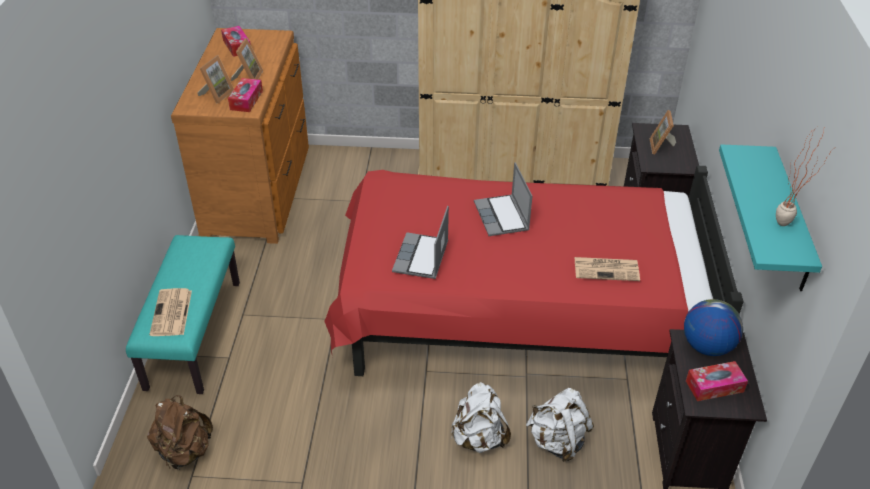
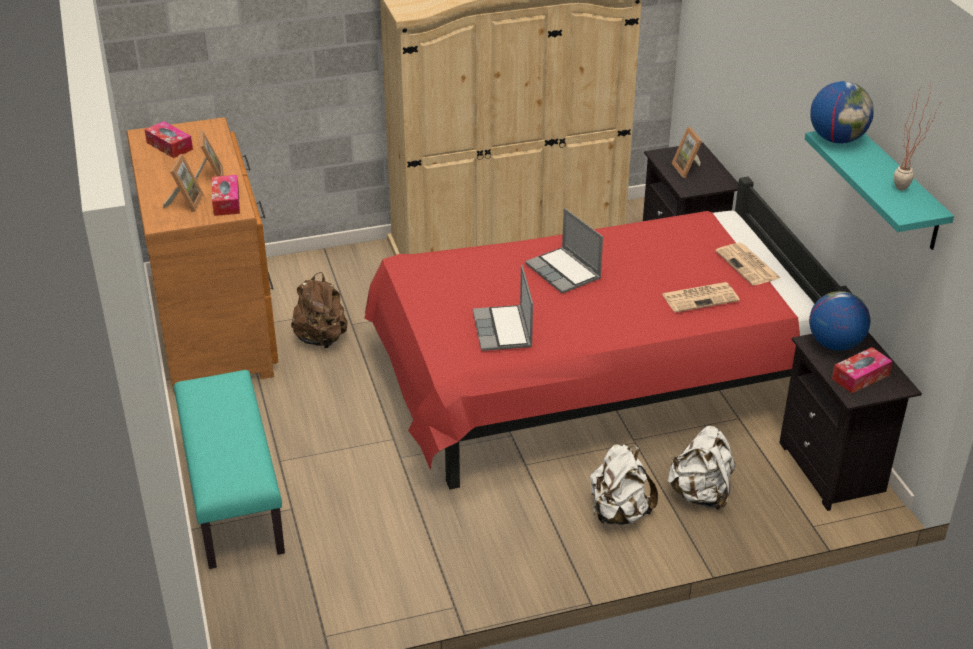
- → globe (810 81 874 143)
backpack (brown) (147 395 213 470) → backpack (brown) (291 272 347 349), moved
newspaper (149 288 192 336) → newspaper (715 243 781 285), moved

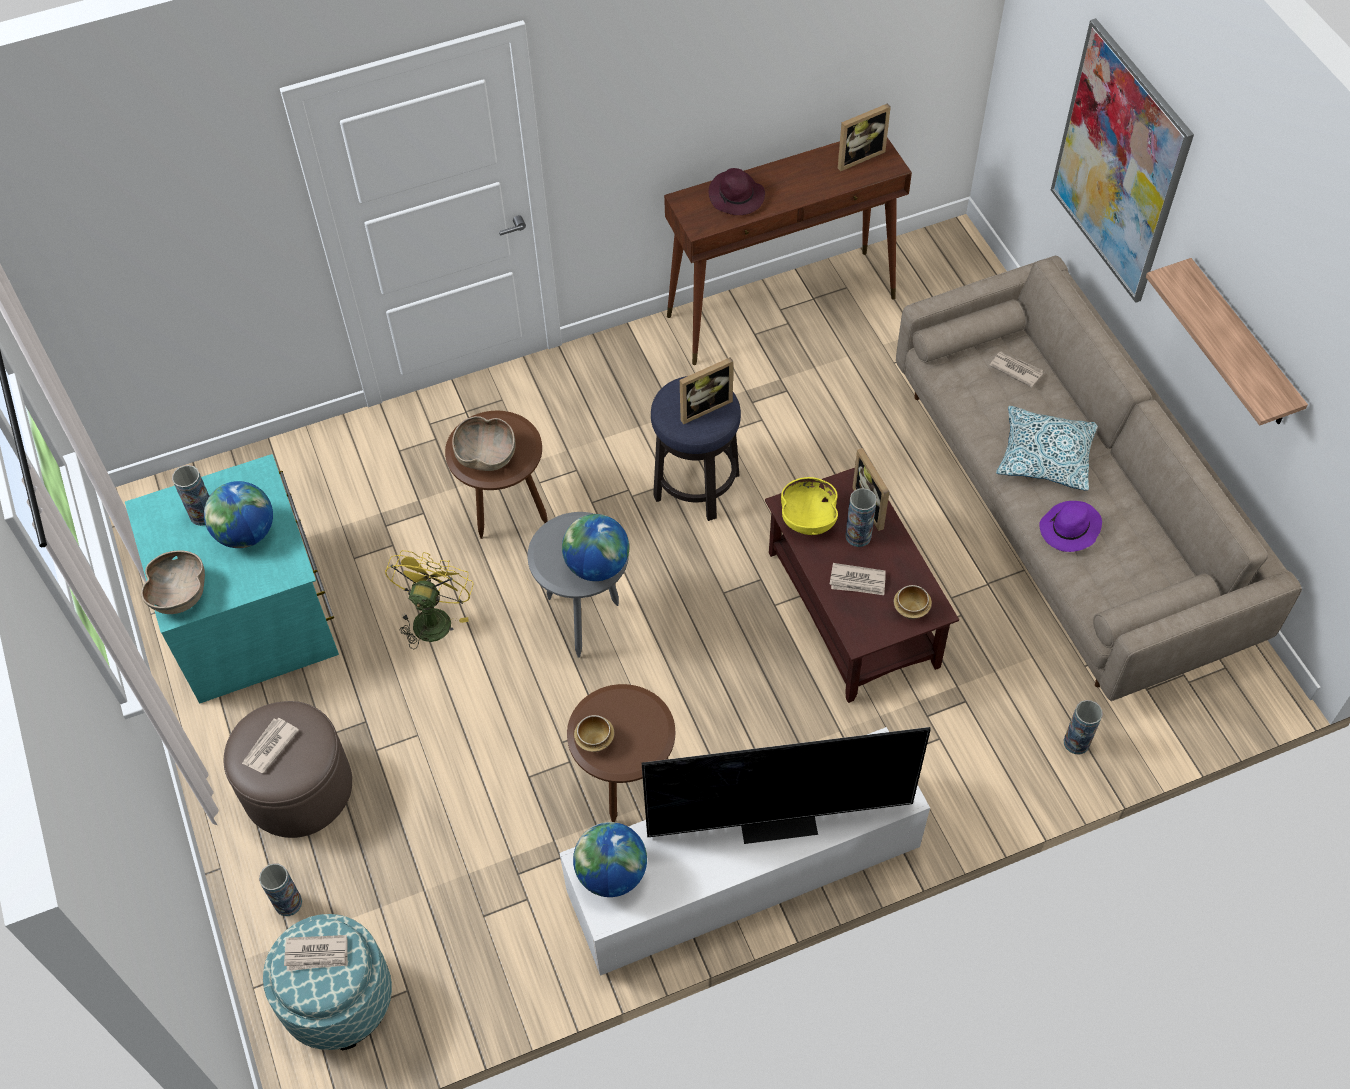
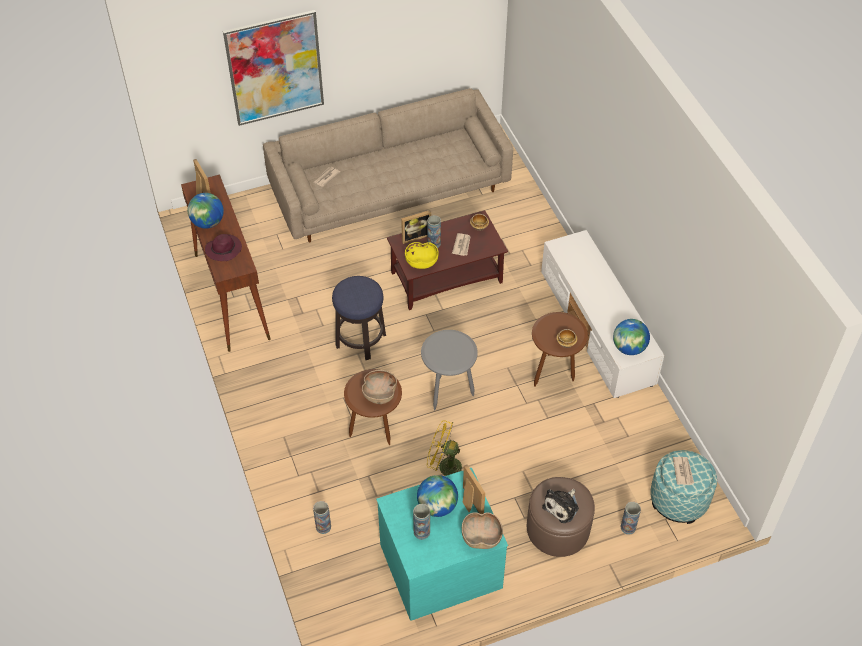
television (642 727 931 844) → -
pillow (996 406 1098 491) → -
hat (purple) (1039 501 1102 552) → -
shelf (1146 258 1308 425) → -
globe (562 514 629 581) → globe (187 193 224 229), moved
picture frame (680 357 733 424) → picture frame (463 465 485 514), moved
vase (1064 700 1103 755) → vase (313 501 331 534), moved
newspaper (242 718 299 773) → plush toy (542 489 579 523)

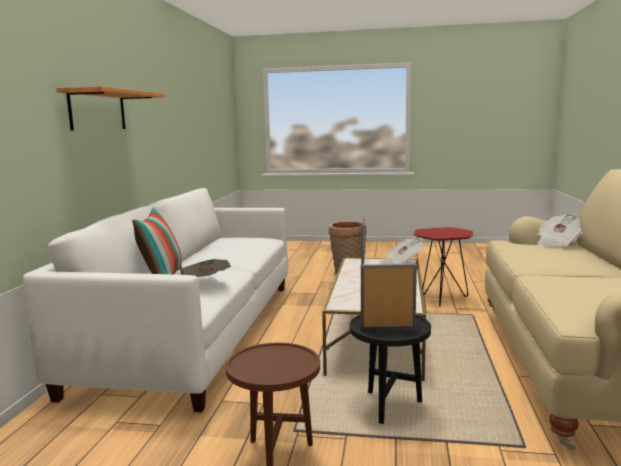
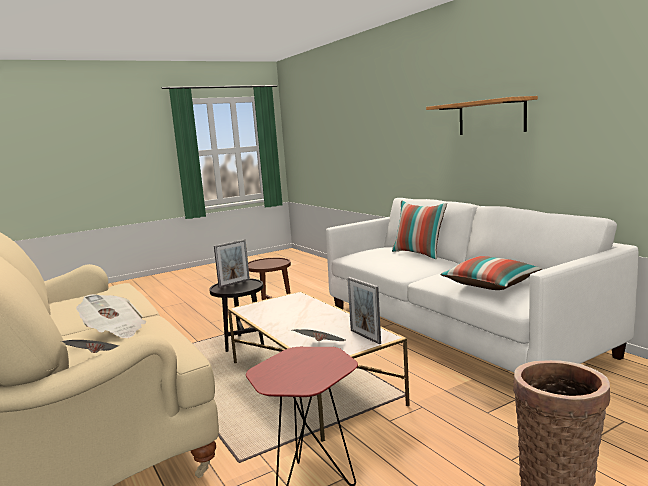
- → pillow (440 256 542 290)
newspaper (179 259 231 277) → newspaper (76 294 146 338), moved

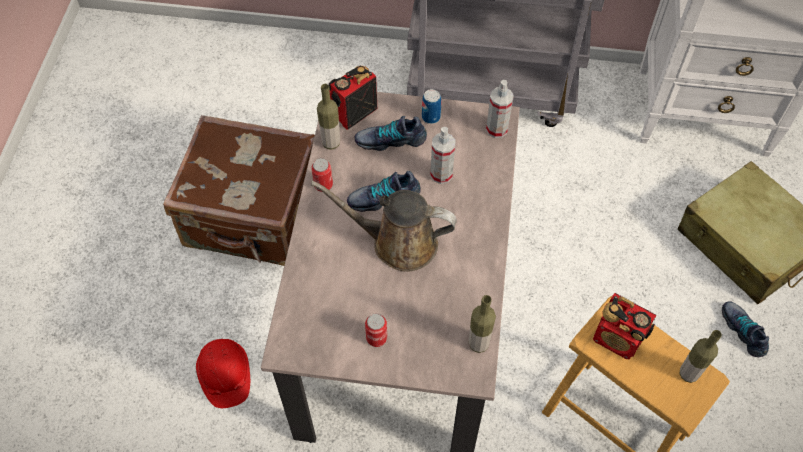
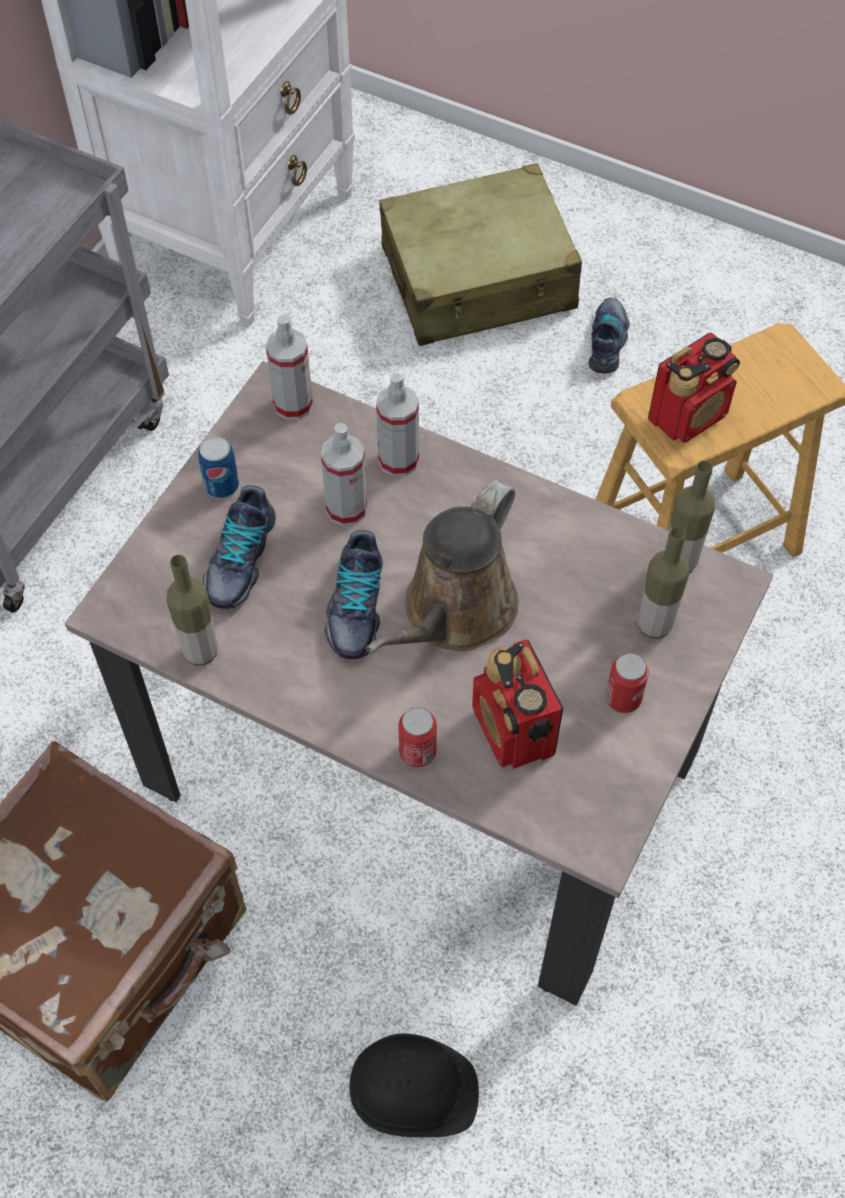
- → spray bottle (376 373 419 477)
can (311 158 333 192) → can (399 707 437 767), moved
radio (328 66 377 130) → radio (472 639 563 769), moved
bottle (679 330 722 383) → bottle (638 527 689 639), moved
hard hat (red) (196 339 250 408) → hard hat (black) (349 1033 479 1137)
shoe (722 301 769 357) → shoe (589 298 630 373), 105 degrees clockwise

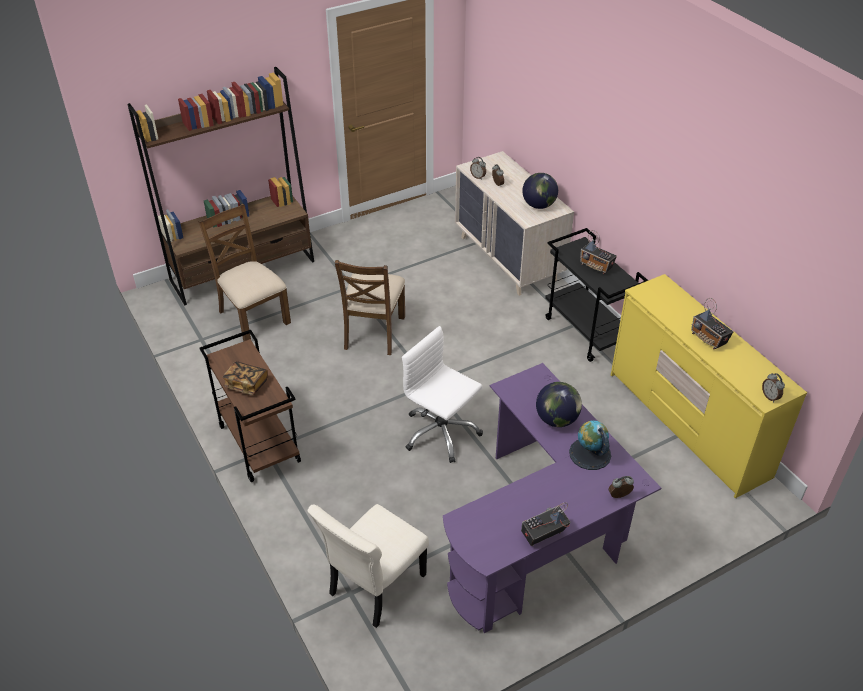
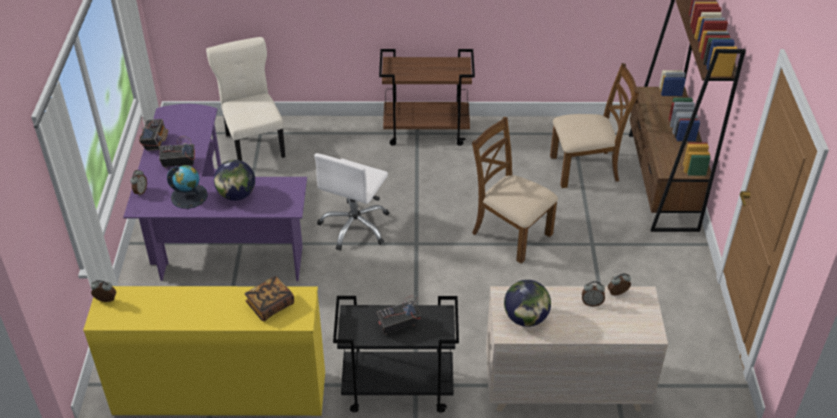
book (222 361 268 395) → book (244 276 294 321), moved
radio (691 298 733 349) → radio (159 136 195 168), moved
office chair (white) (402 326 483 463) → office chair (white) (314 153 390 251), 135 degrees clockwise

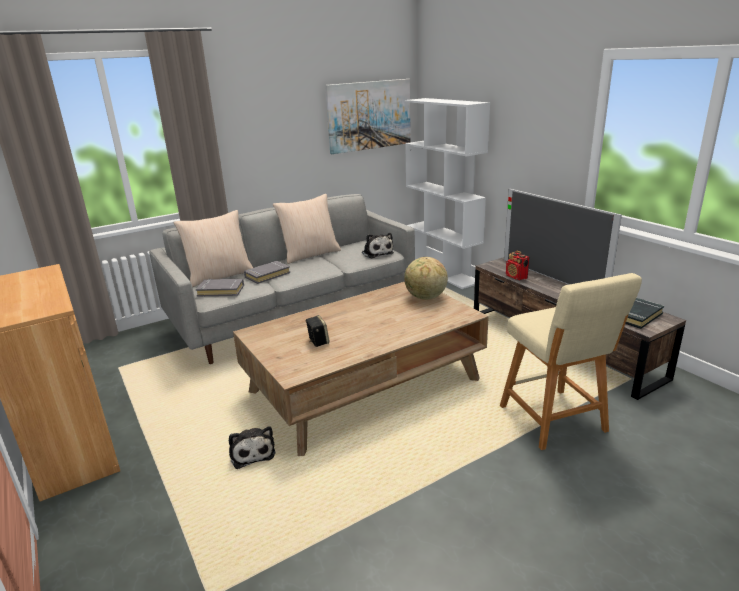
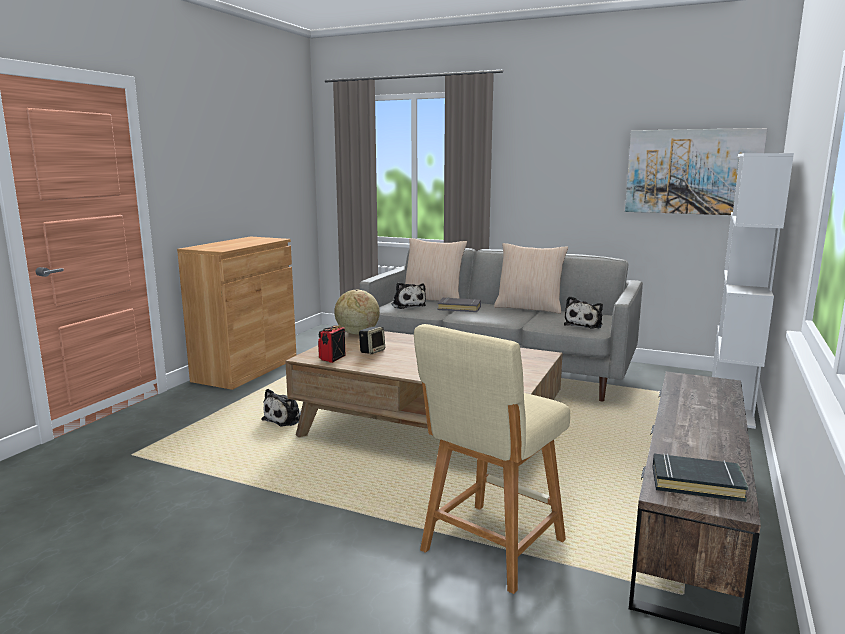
television (504 189 622 285) → -
globe (404 257 448 300) → globe (334 290 380 335), moved
radio (506 250 529 280) → radio (318 325 345 363), moved
book (grey) (196 278 244 297) → plush toy (391 282 426 309)

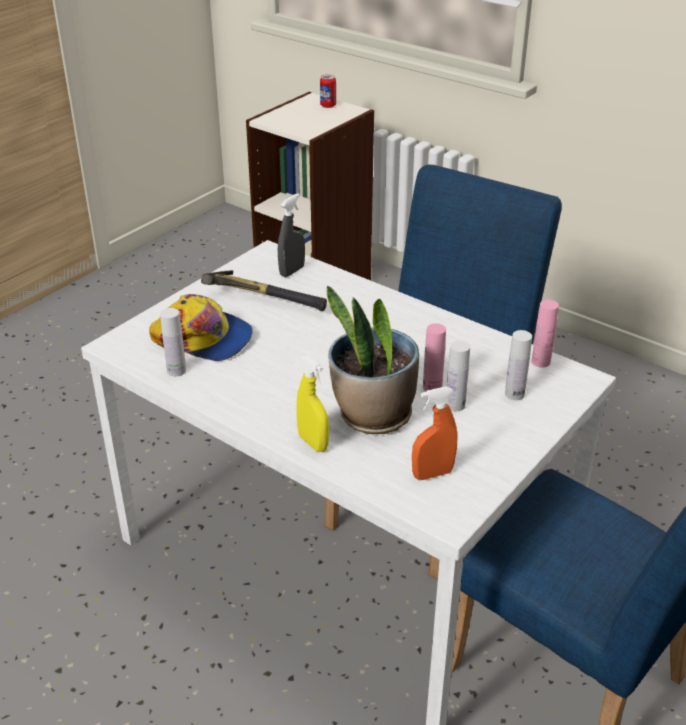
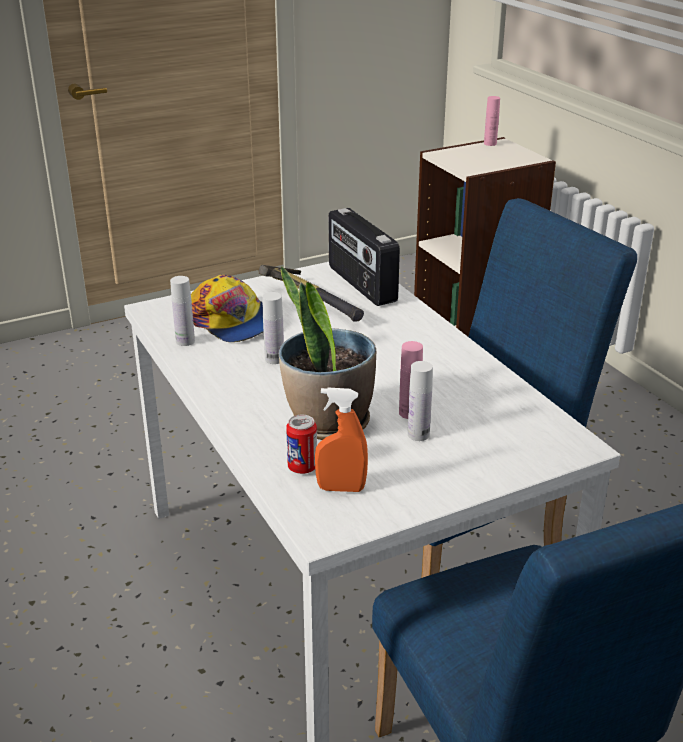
spray bottle (yellow) (296 355 329 452) → -
can (320 74 336 108) → can (286 415 317 474), moved
bottle (white) (505 330 532 400) → bottle (white) (262 292 284 364), moved
bottle (pink) (532 300 559 367) → bottle (pink) (484 96 500 146), moved
spray bottle (grey) (278 193 305 277) → radio (329 208 400 306)

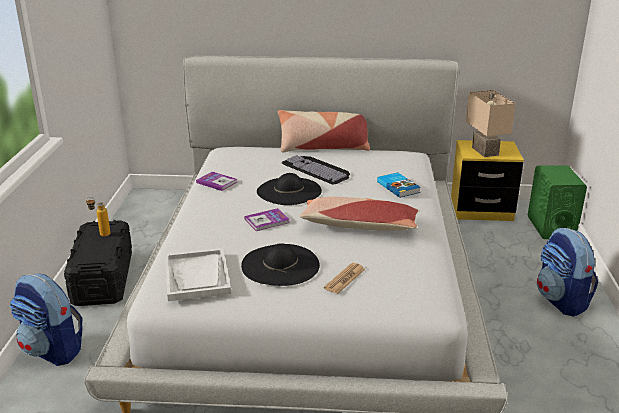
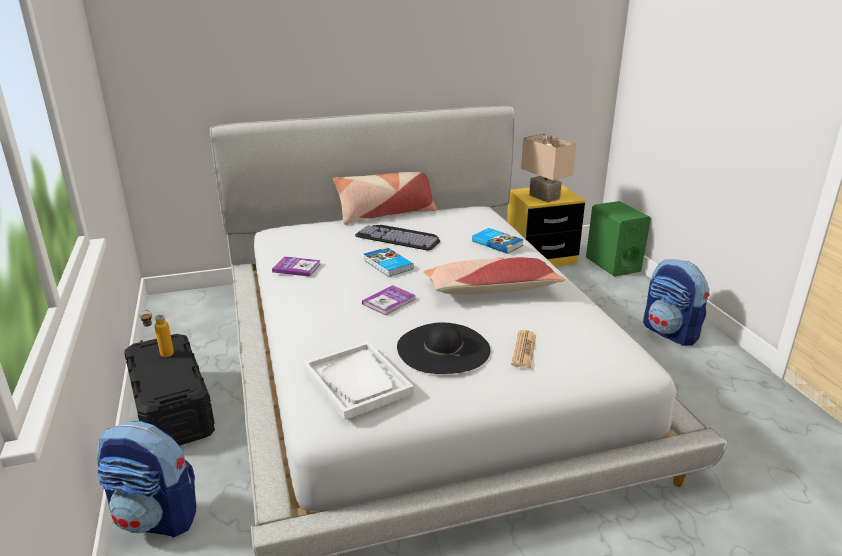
hat (black) (257 173 322 205) → book (364 247 414 277)

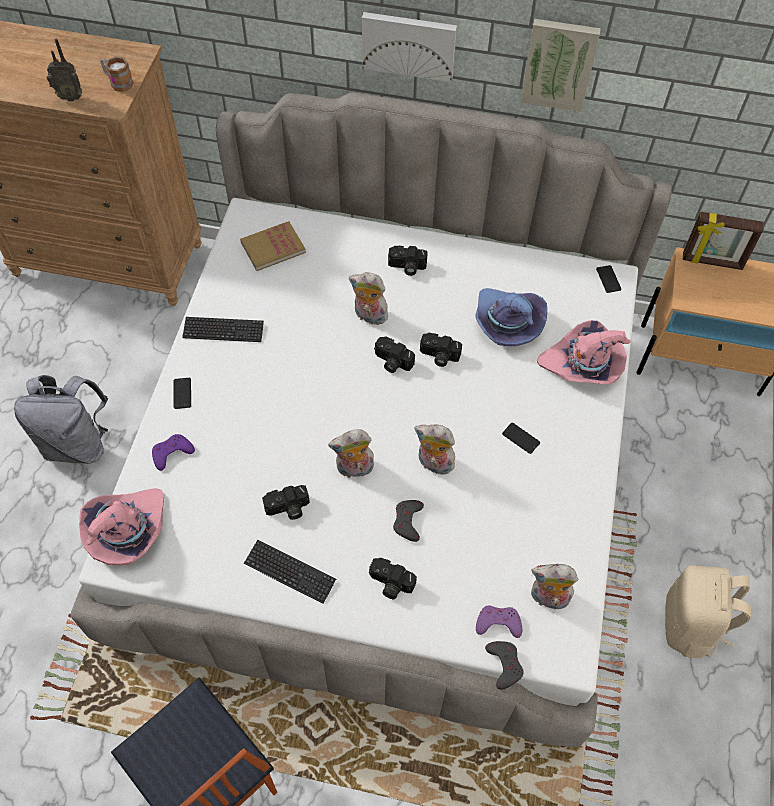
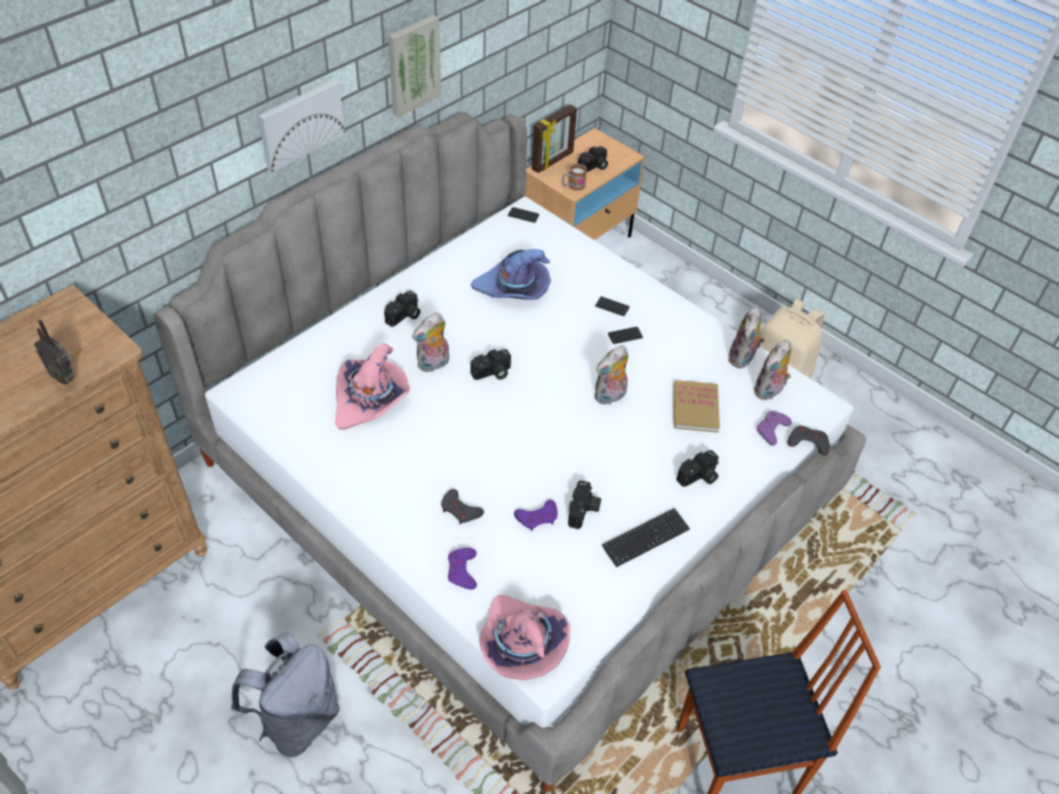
keyboard (182 317 264 342) → -
- → game controller (purple) (514 500 557 531)
mug (100 56 134 92) → mug (562 164 587 190), moved
phone (173 378 191 409) → phone (595 297 630 316), moved
book (240 221 306 271) → book (673 380 720 433), moved
plush toy (328 429 374 478) → plush toy (728 306 764 369), moved
game controller (grey) (393 500 424 542) → game controller (grey) (441 489 484 524), moved
photo camera (420 333 462 367) → photo camera (578 146 608 172), moved
hat (pink) (537 320 631 384) → hat (pink) (335 343 410 430), moved
radio (47 39 82 101) → radio (34 319 75 385), 90 degrees clockwise

